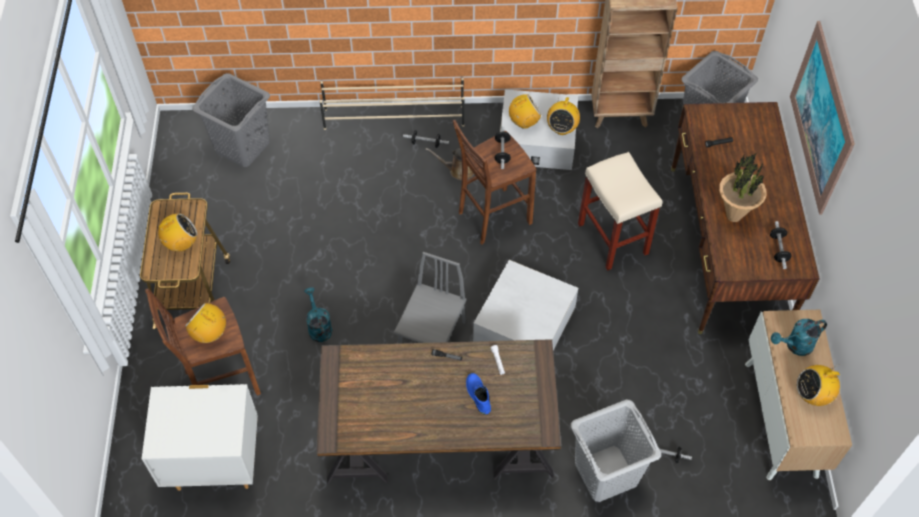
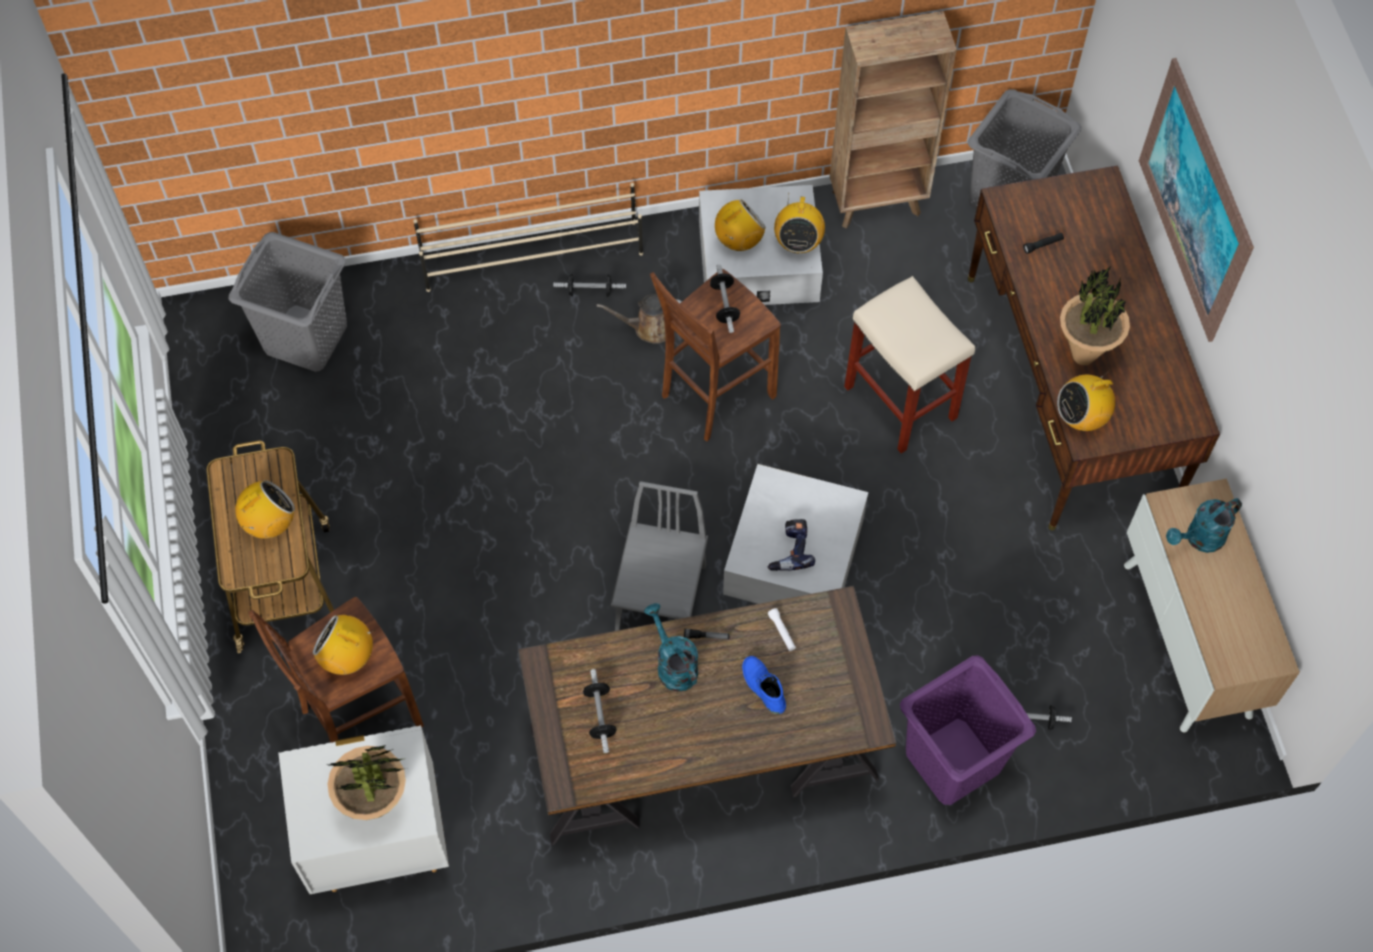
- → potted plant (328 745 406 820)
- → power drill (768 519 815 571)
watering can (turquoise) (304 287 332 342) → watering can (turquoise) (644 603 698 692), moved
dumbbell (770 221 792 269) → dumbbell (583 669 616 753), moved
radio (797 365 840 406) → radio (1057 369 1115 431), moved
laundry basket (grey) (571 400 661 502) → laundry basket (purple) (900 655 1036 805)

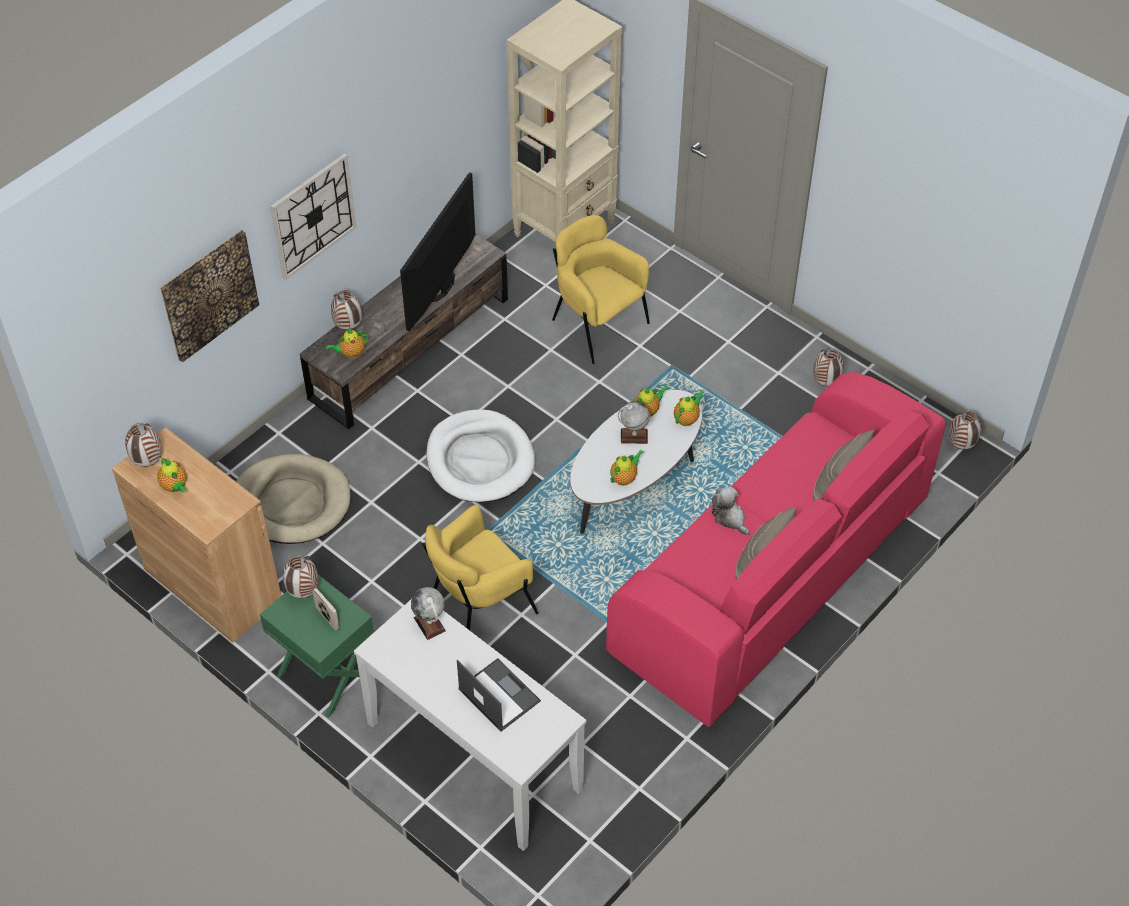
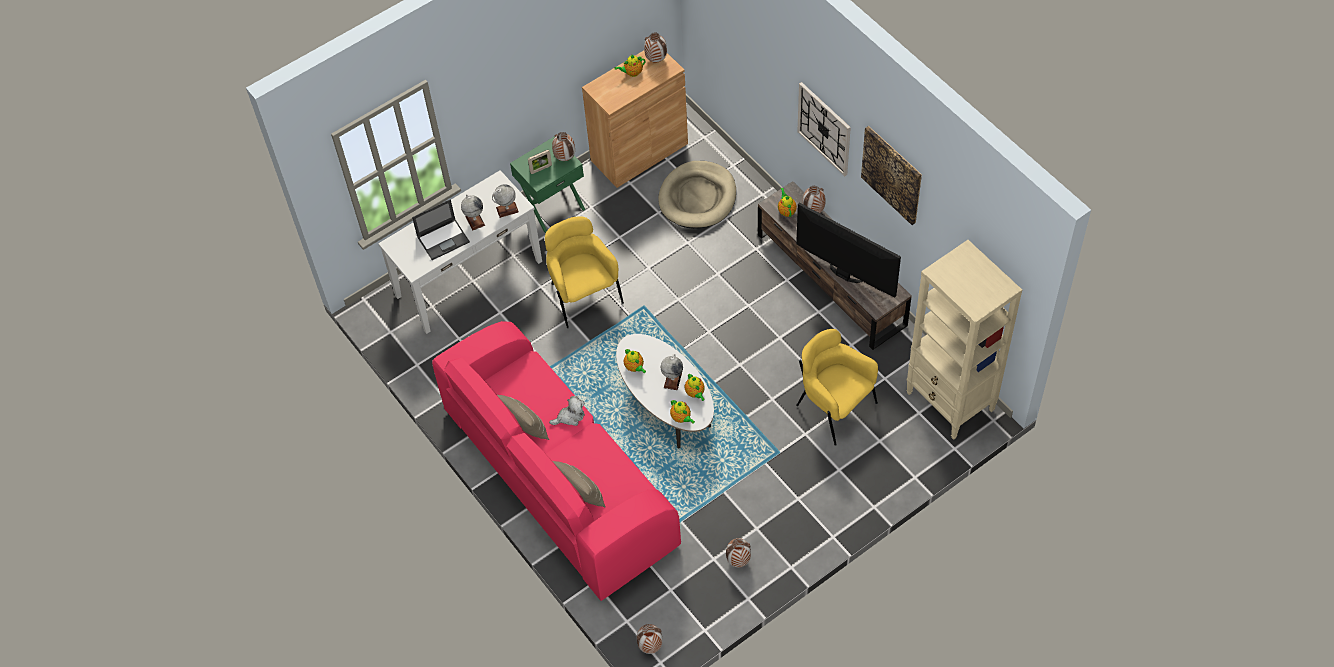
dog bed (white) (426 409 535 503) → -
- → globe (461 194 485 230)
picture (160 230 259 362) → picture (861 126 922 225), moved
armchair (yellow) (552 215 650 364) → armchair (yellow) (796 329 878 446), 105 degrees counterclockwise

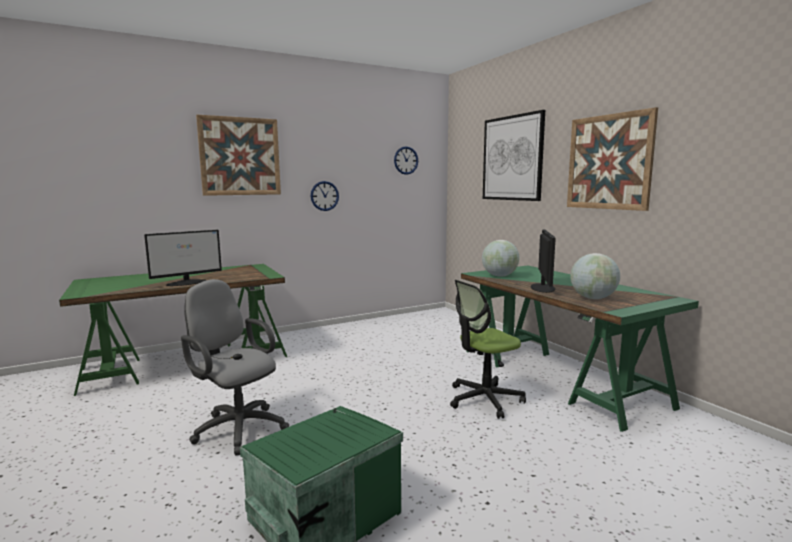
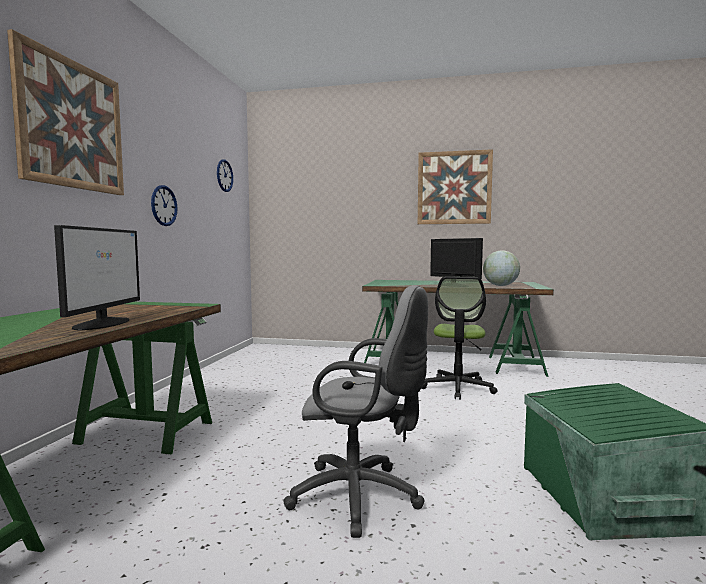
globe (482 240 520 277) → -
picture (483 110 545 201) → -
office chair (grey) (181 279 289 456) → office chair (grey) (283 285 428 538), 150 degrees counterclockwise

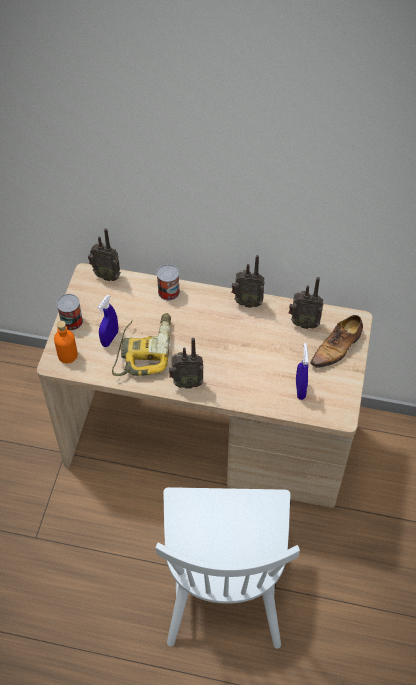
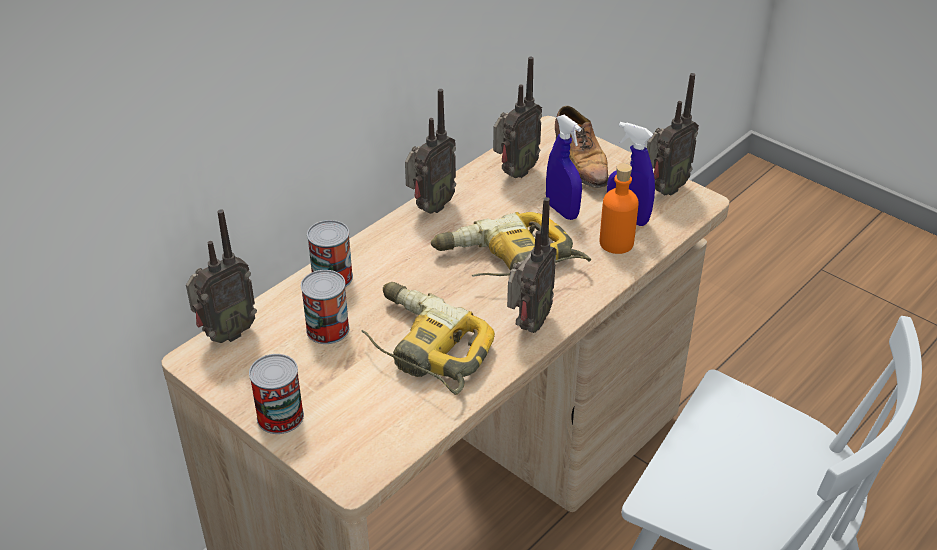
- → can (301 270 350 344)
- → power drill (431 212 591 277)
- → radio (647 73 699 196)
bottle (orange) (54 321 78 363) → bottle (orange) (599 163 639 254), moved
spray bottle (blue) (98 295 119 347) → spray bottle (blue) (546 115 582 220), moved

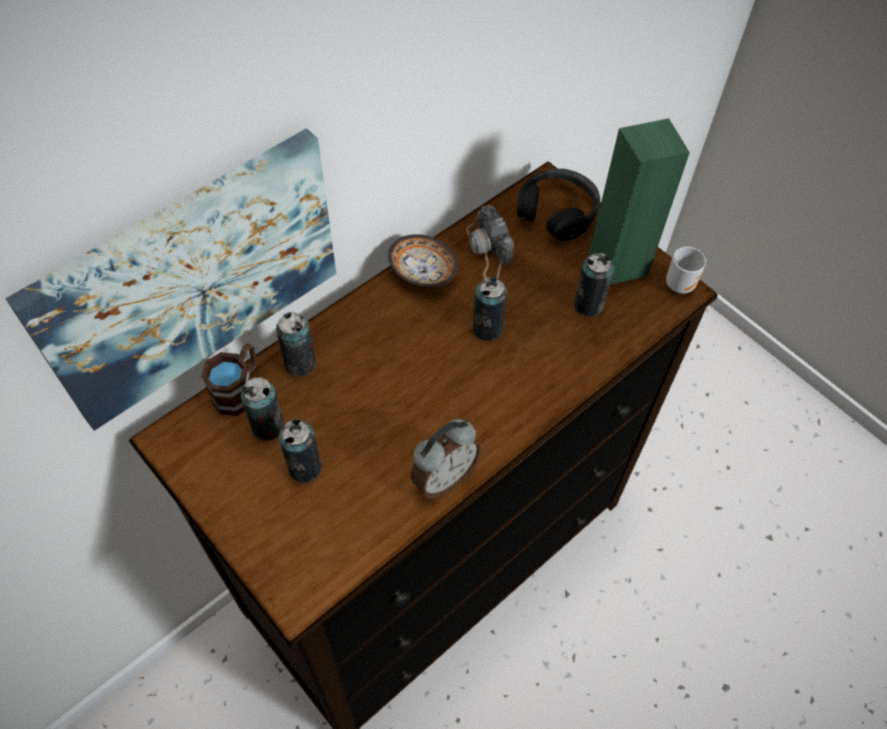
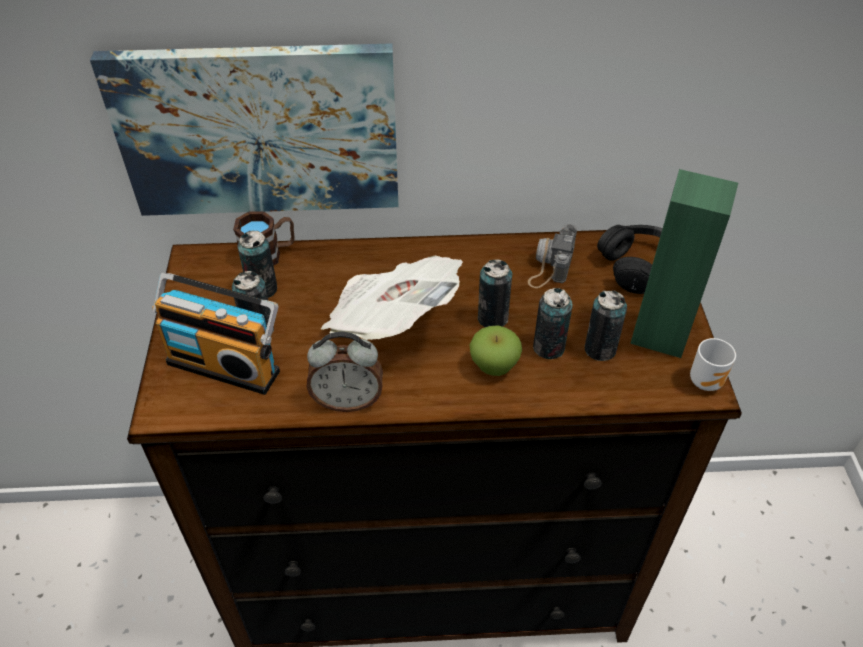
bowl (388 234 458 287) → -
- → radio (152 273 280 395)
- → newspaper (321 255 463 340)
- → apple (469 326 522 376)
can (276 312 316 376) → can (533 288 573 359), moved

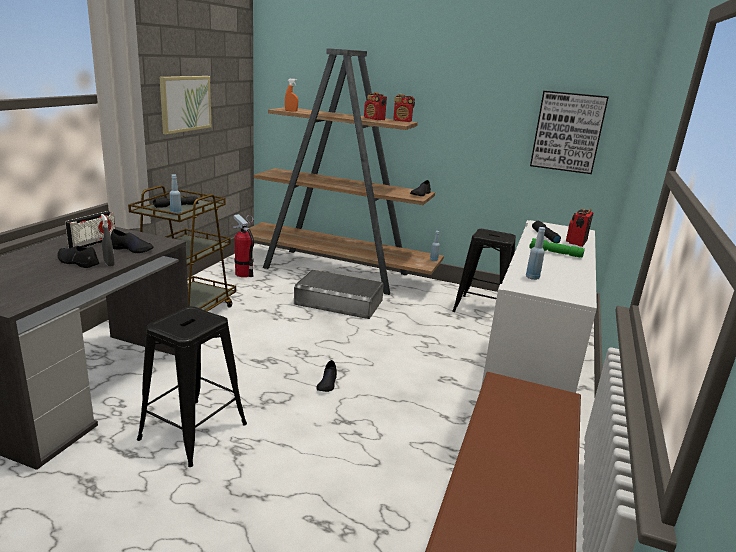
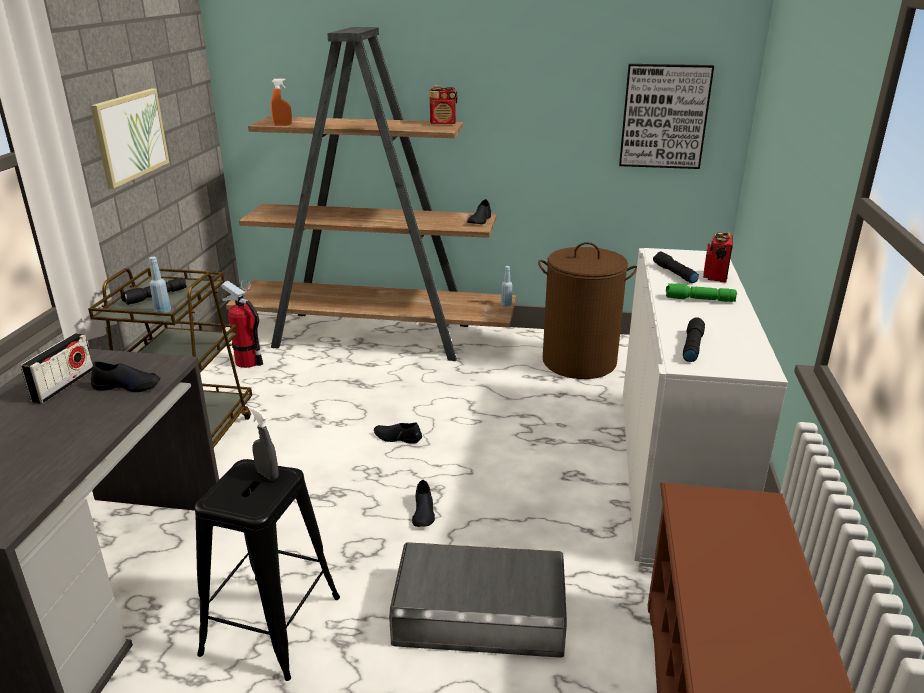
radio (364 92 387 120) → -
shoe (black) (57 246 99 268) → shoe (black) (374 423 422 444), moved
spray bottle (grey) (101 214 115 267) → spray bottle (grey) (250 408 278 480), moved
storage box (grey) (294 270 384 319) → storage box (grey) (389 542 567 658), moved
stool (black) (452 229 516 312) → laundry basket (brown) (538 242 637 379)
bottle (blue) (526 227 545 280) → flashlight (black) (683 317 705 362)

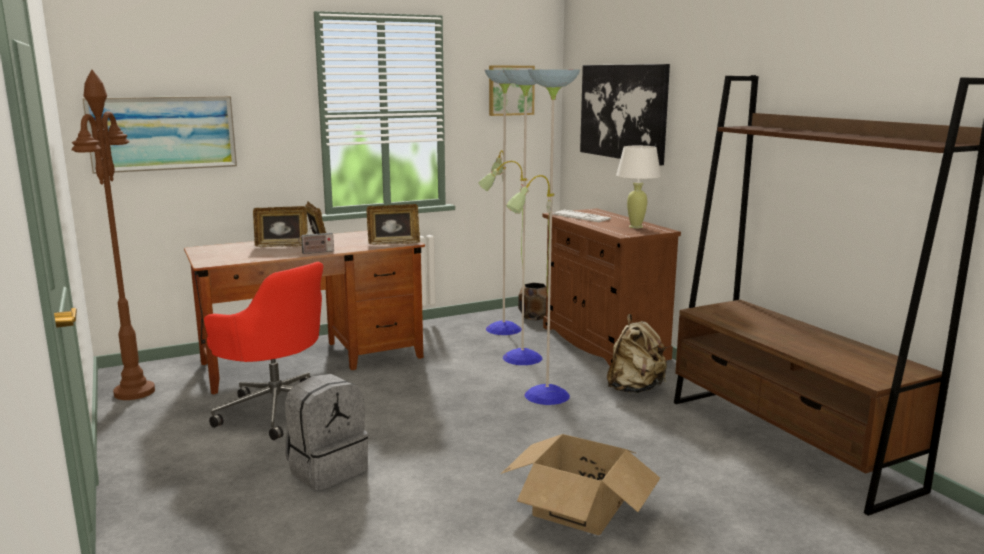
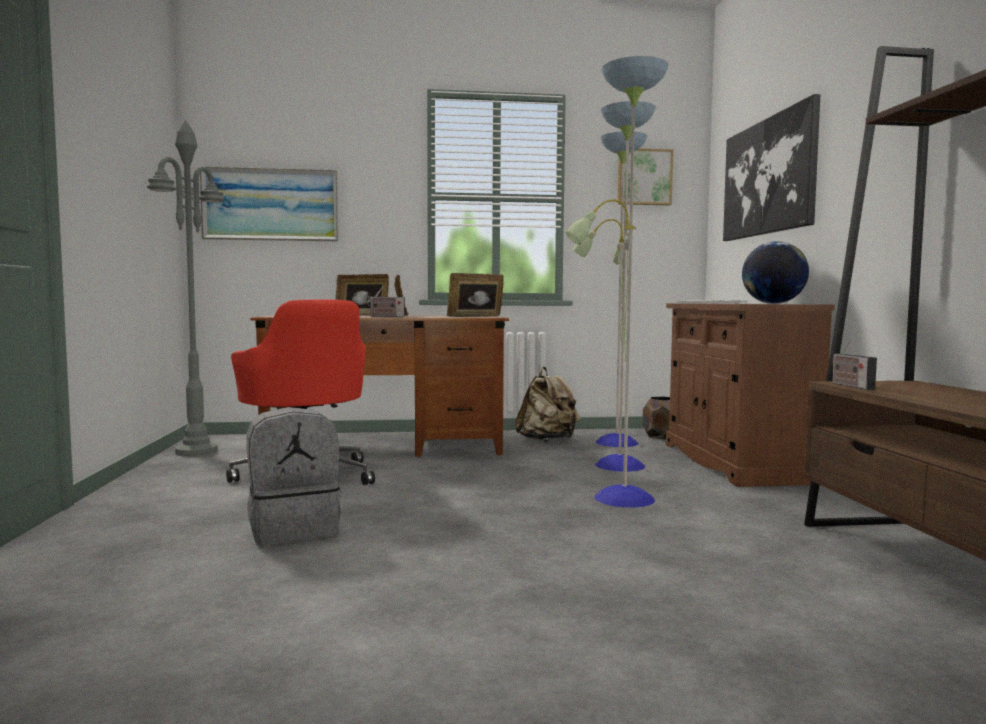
cardboard box (501 434 660 535) → -
- → radio (832 338 877 390)
backpack (beige) (607 314 667 393) → backpack (beige) (515 367 580 442), moved
table lamp (white) (616 146 661 228) → globe (742 241 809 304)
floor lamp (brown) (72 70 155 400) → floor lamp (grey) (147 120 225 456)
picture frame (367 204 420 245) → picture frame (447 273 504 317), 150 degrees clockwise

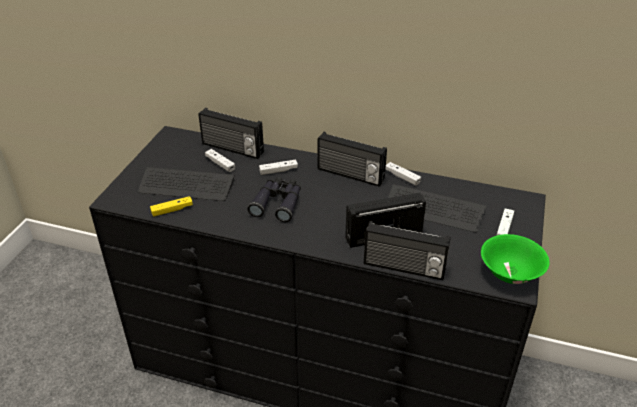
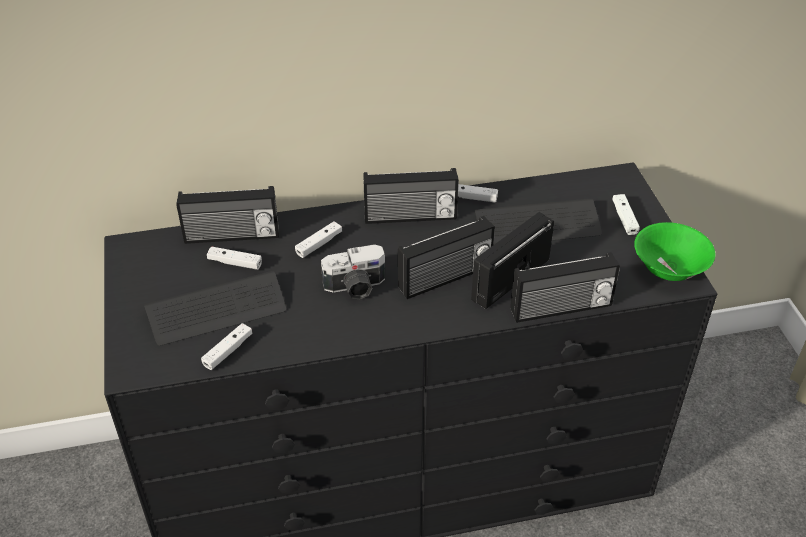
- → radio (398 216 495 299)
binoculars (black) (248 177 301 222) → photo camera (321 244 385 299)
game controller (yellow) (150 196 193 217) → game controller (white) (201 323 253 370)

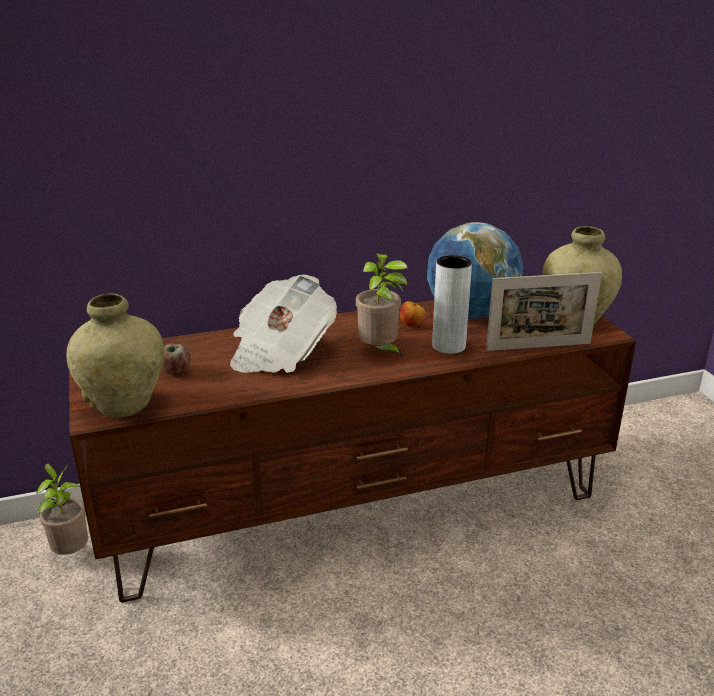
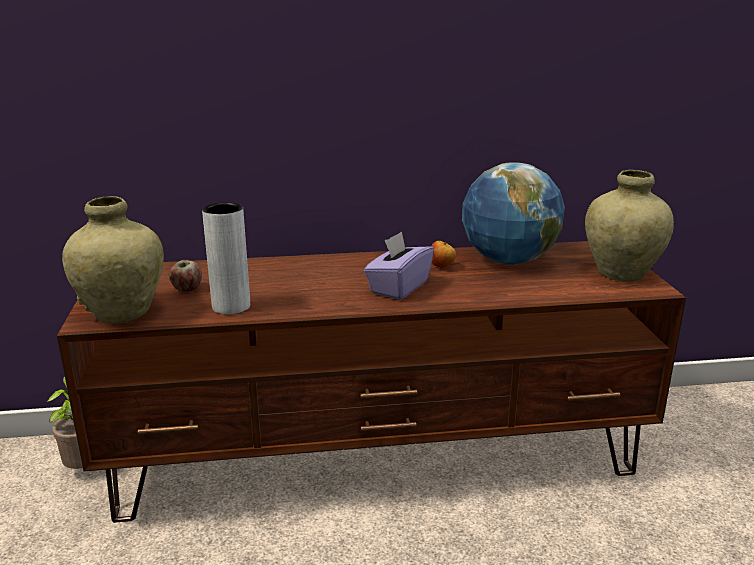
newspaper (230 275 337 373) → -
picture frame (486 272 602 351) → -
vase (grey) (432 255 472 354) → vase (grey) (202 202 250 315), moved
potted plant (356 254 407 359) → tissue box (purple) (364 231 434 300)

